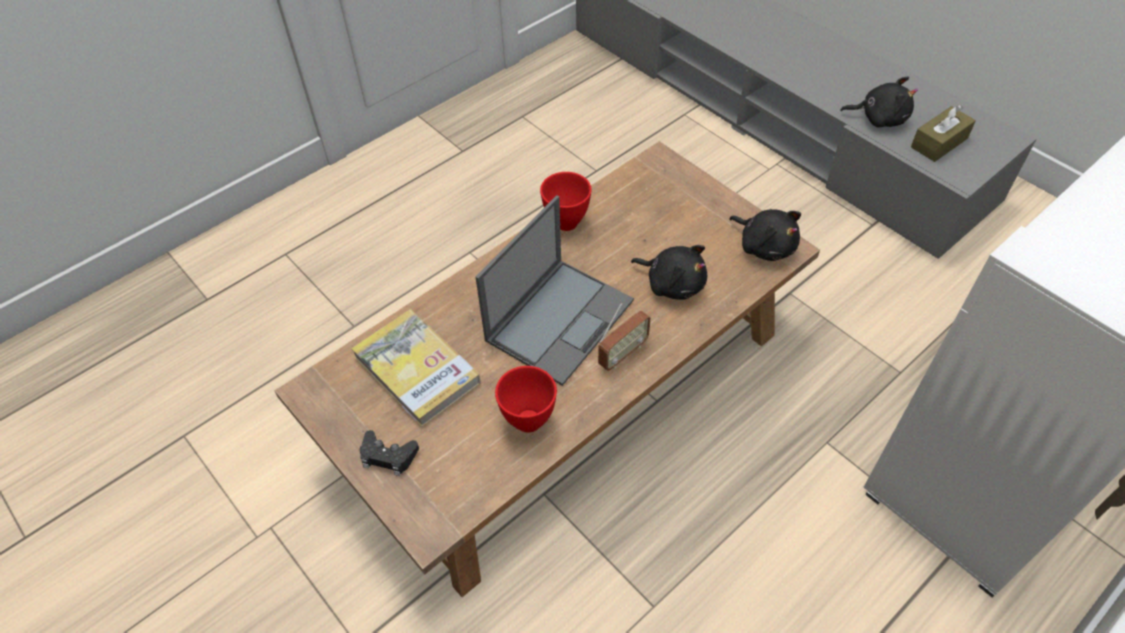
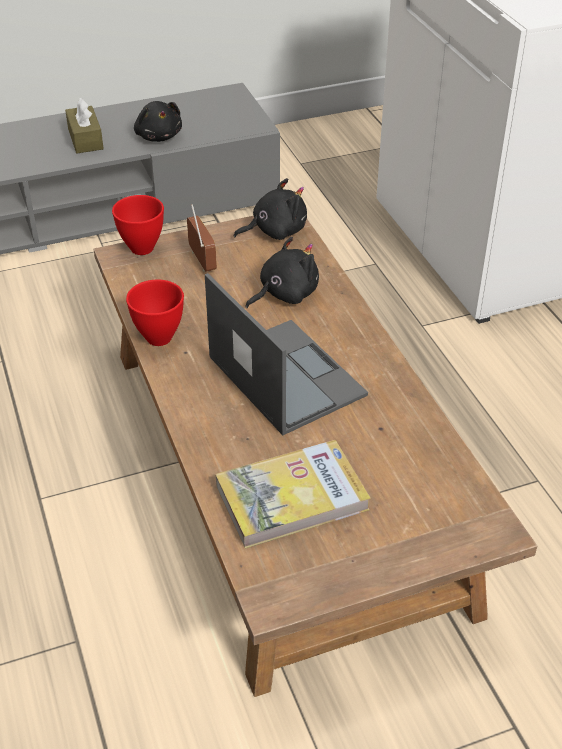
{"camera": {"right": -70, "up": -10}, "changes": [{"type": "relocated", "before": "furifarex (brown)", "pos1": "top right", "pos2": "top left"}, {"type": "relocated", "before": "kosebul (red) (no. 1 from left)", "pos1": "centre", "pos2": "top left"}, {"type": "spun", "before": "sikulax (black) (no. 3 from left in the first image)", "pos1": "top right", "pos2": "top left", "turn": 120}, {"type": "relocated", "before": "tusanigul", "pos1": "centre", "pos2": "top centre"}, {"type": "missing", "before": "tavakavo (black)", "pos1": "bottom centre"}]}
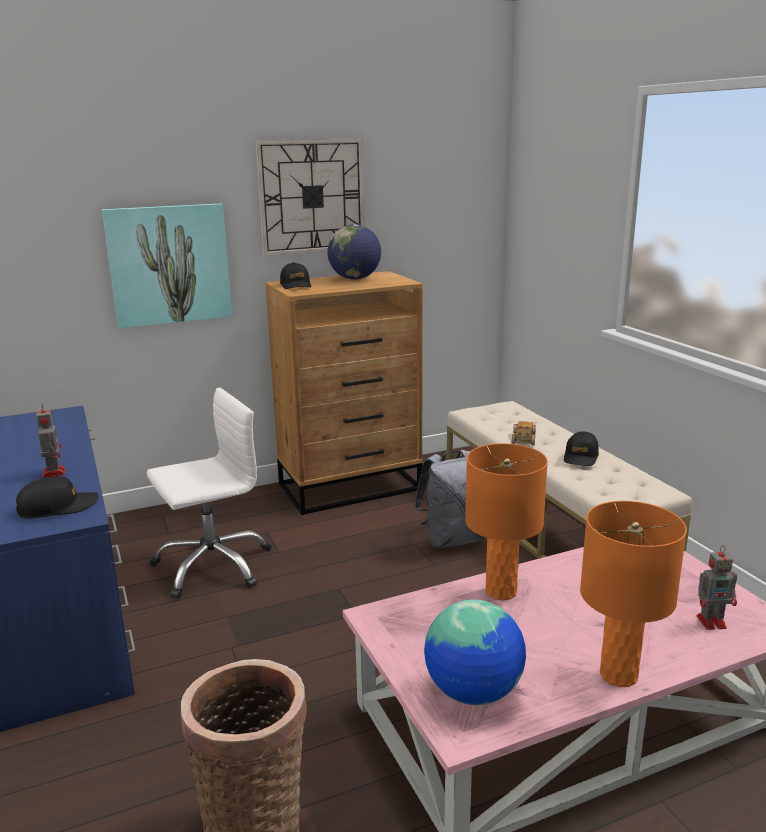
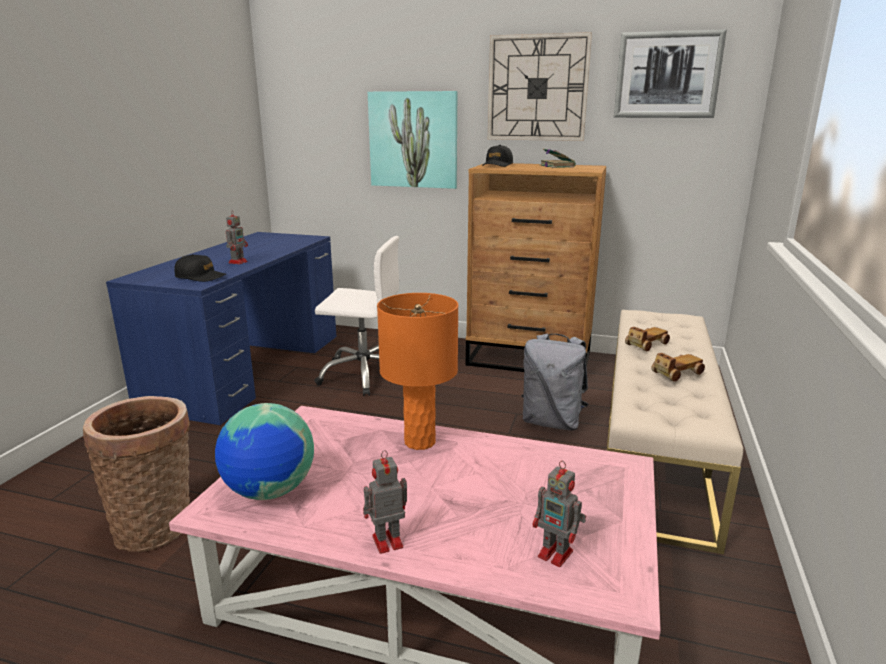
{"camera": {"right": 40, "up": 0}, "changes": [{"type": "exchanged", "before": "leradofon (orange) (no. 2 from left)", "after": "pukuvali (no. 2 from left)", "pos1": "bottom right", "pos2": "bottom centre"}, {"type": "exchanged", "before": "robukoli (no. 1 from left)", "after": "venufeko", "pos1": "top centre", "pos2": "top centre"}, {"type": "appeared", "after": "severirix (no. 2 from left)", "pos2": "top right"}, {"type": "exchanged", "before": "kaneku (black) (no. 3 from left)", "after": "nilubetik (no. 2 from left)", "pos1": "middle right", "pos2": "middle right"}]}
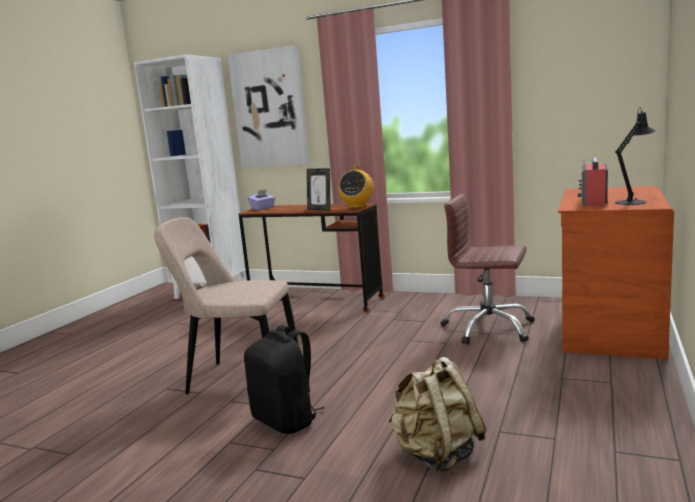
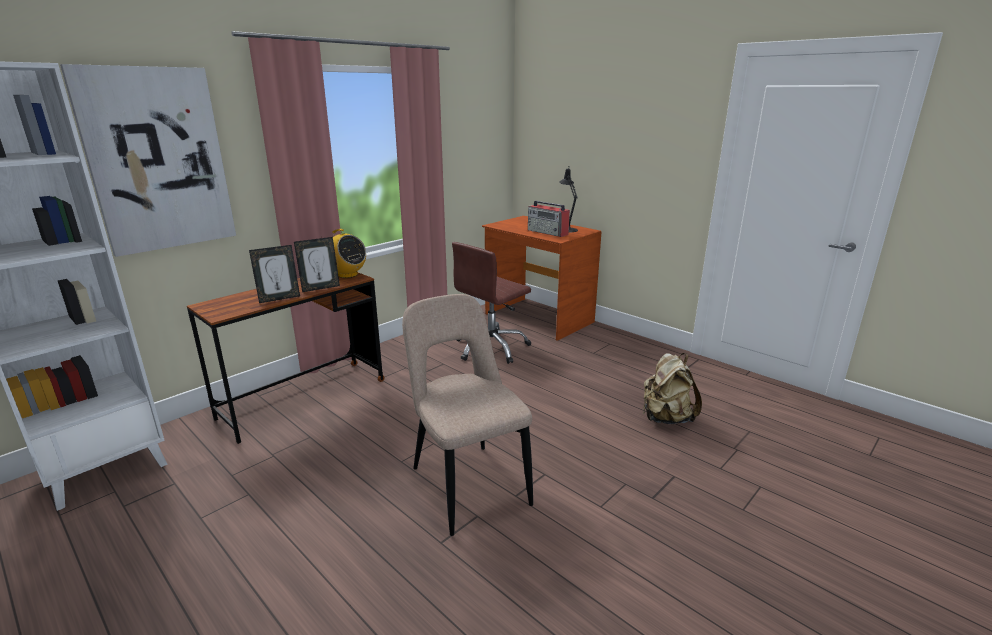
{"camera": {"right": -70, "up": 10}, "changes": [{"type": "appeared", "after": "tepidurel (no. 1 from left)", "pos2": "middle left"}, {"type": "spun", "before": "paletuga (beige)", "pos1": "middle left", "pos2": "centre", "turn": 120}, {"type": "missing", "before": "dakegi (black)", "pos1": "bottom centre"}, {"type": "missing", "before": "furifarex (purple)", "pos1": "centre"}]}
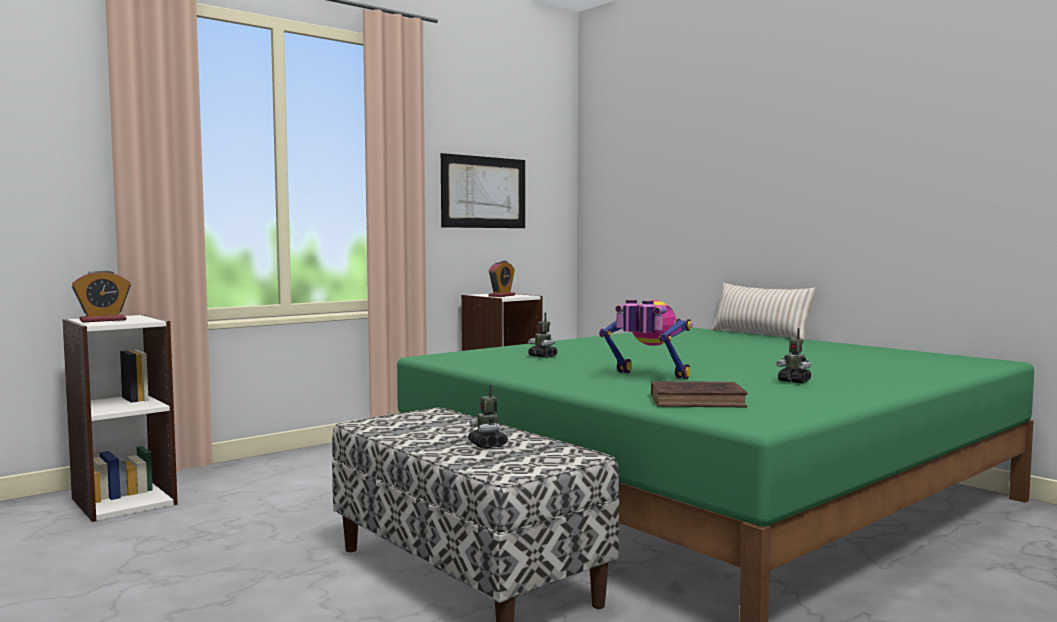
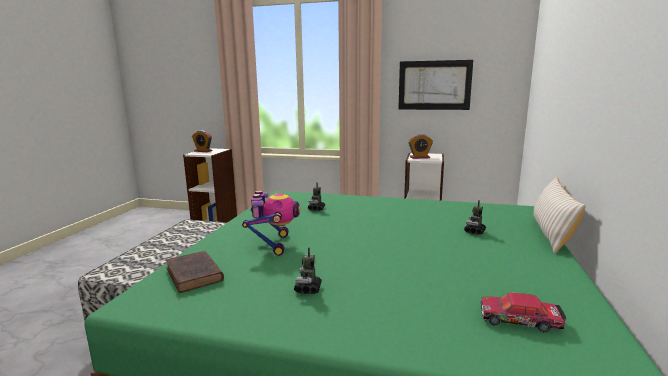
{"camera": {"right": 55, "up": 10}, "changes": [{"type": "relocated", "before": "pukuvali (no. 1 from left in the first image)", "after": "pukuvali (no. 4 from left)", "pos1": "bottom centre", "pos2": "middle right"}, {"type": "appeared", "after": "nilubetik", "pos2": "bottom right"}]}
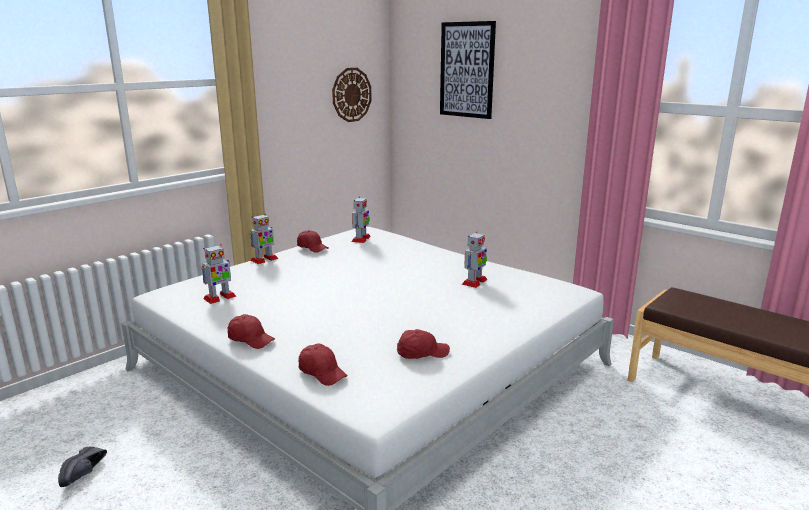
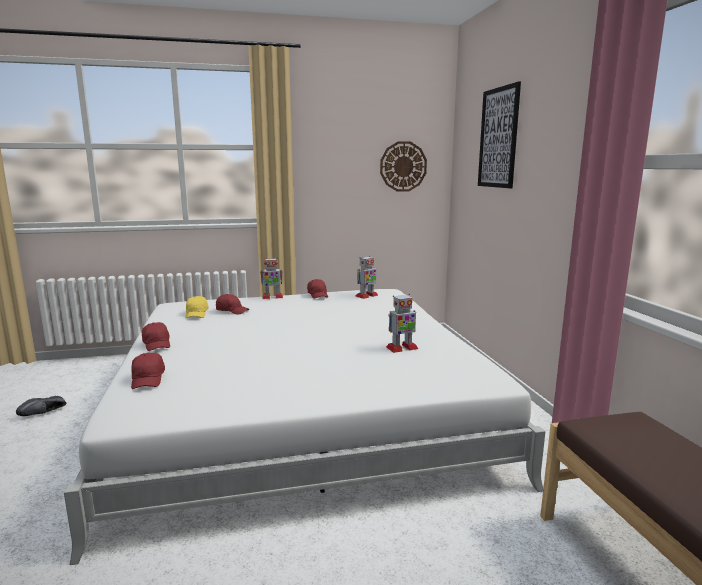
{"camera": {"right": 35, "up": -5}, "changes": [{"type": "exchanged", "before": "pukuvali (no. 1 from left)", "after": "kaneku (yellow)", "pos1": "middle left", "pos2": "middle left"}, {"type": "relocated", "before": "kaneku (red) (no. 4 from left in the first image)", "after": "kaneku (red) (no. 3 from left)", "pos1": "bottom centre", "pos2": "middle left"}]}
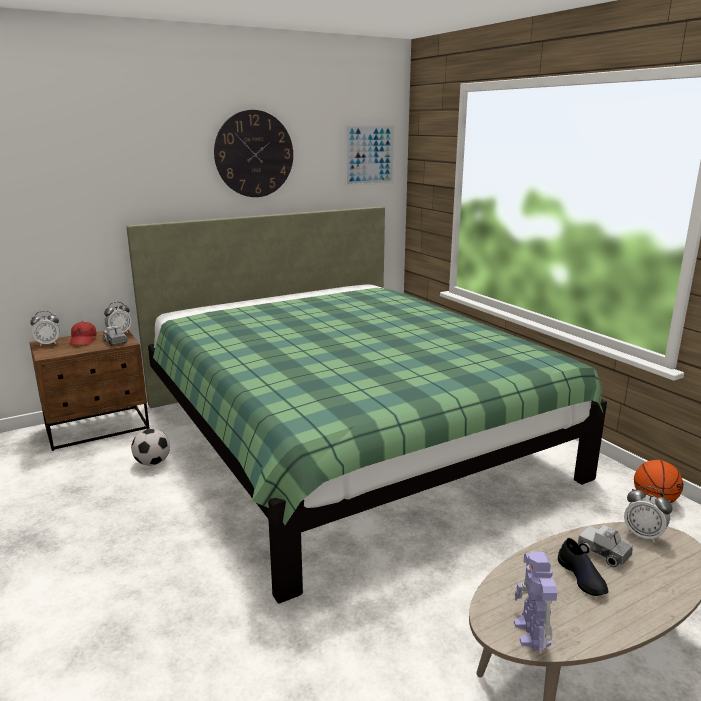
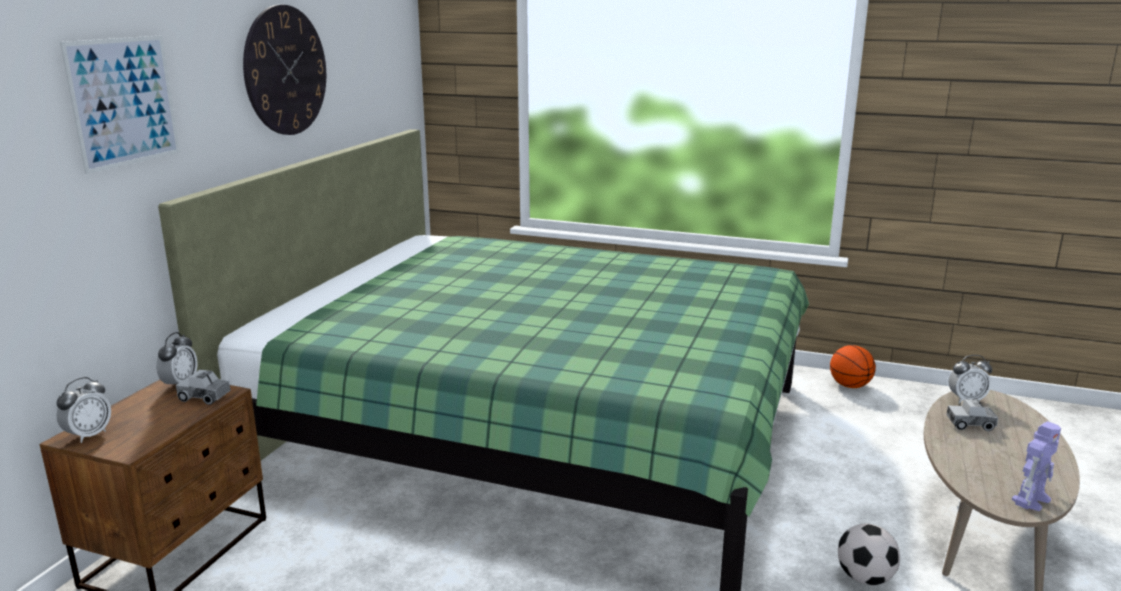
{"camera": {"right": -40, "up": 0}, "changes": [{"type": "relocated", "before": "severirix", "pos1": "top centre", "pos2": "top left"}, {"type": "relocated", "before": "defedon", "pos1": "middle left", "pos2": "bottom right"}, {"type": "spun", "before": "pukuvali", "pos1": "bottom right", "pos2": "bottom right", "turn": -90}, {"type": "missing", "before": "kaneku (red)", "pos1": "middle left"}, {"type": "missing", "before": "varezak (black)", "pos1": "bottom right"}]}
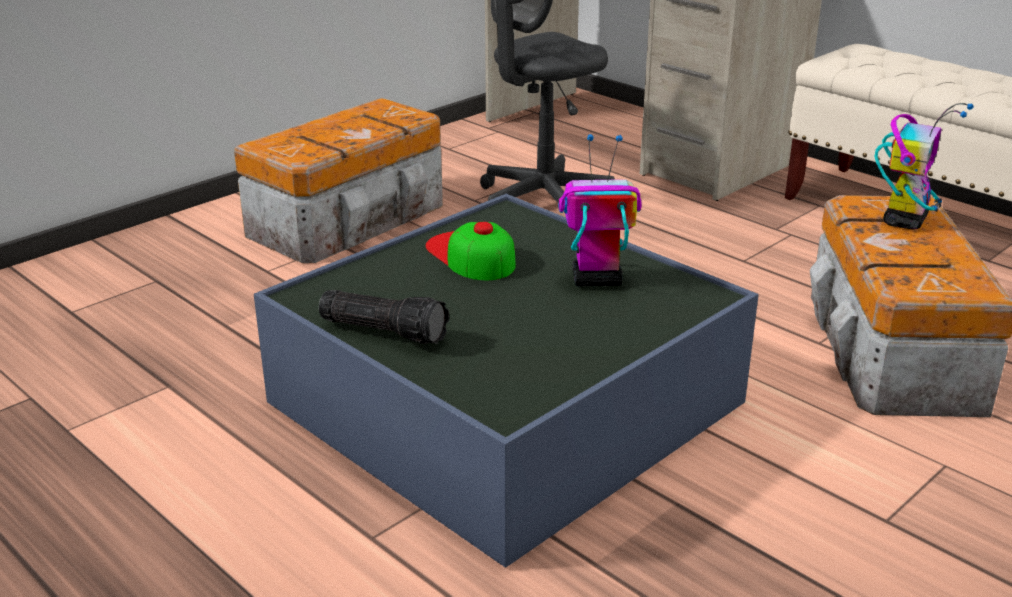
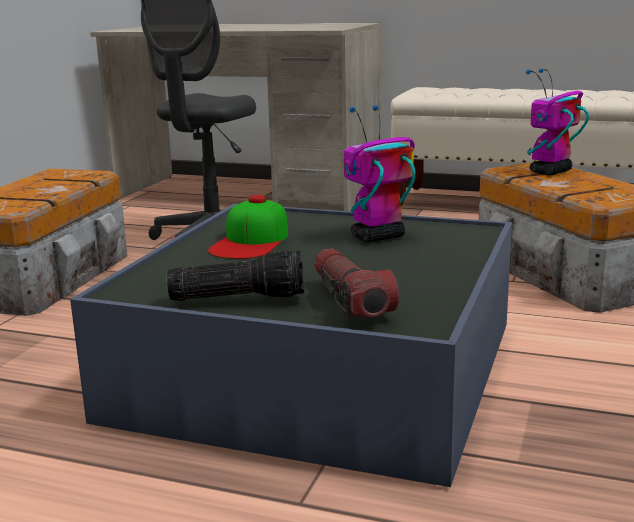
{"camera": {"right": -25, "up": -10}, "changes": [{"type": "spun", "before": "kaneku", "pos1": "centre", "pos2": "centre", "turn": -105}, {"type": "appeared", "after": "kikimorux (no. 2 from left)", "pos2": "centre"}, {"type": "spun", "before": "pukuvali (no. 2 from left)", "pos1": "top right", "pos2": "top right", "turn": -135}]}
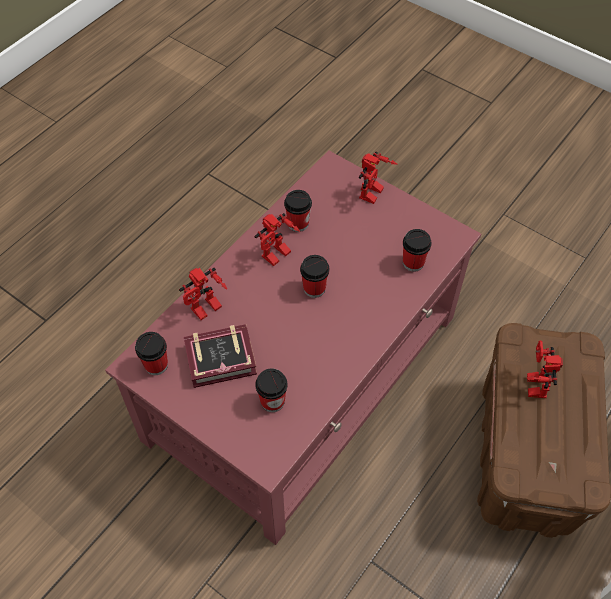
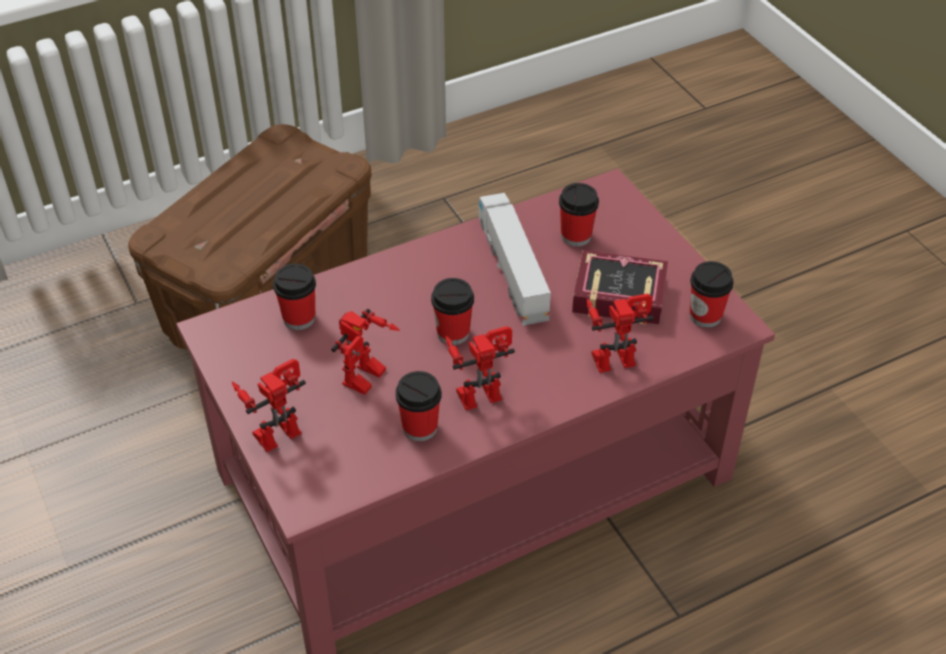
{"camera": {"right": -155, "up": -10}, "changes": [{"type": "relocated", "before": "pukuvali (no. 4 from left in the first image)", "after": "pukuvali (no. 2 from left)", "pos1": "middle right", "pos2": "centre"}, {"type": "appeared", "after": "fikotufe", "pos2": "centre"}]}
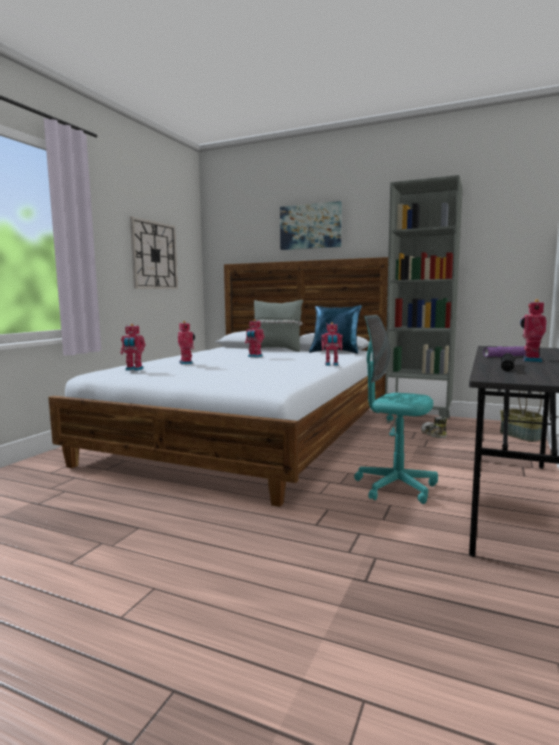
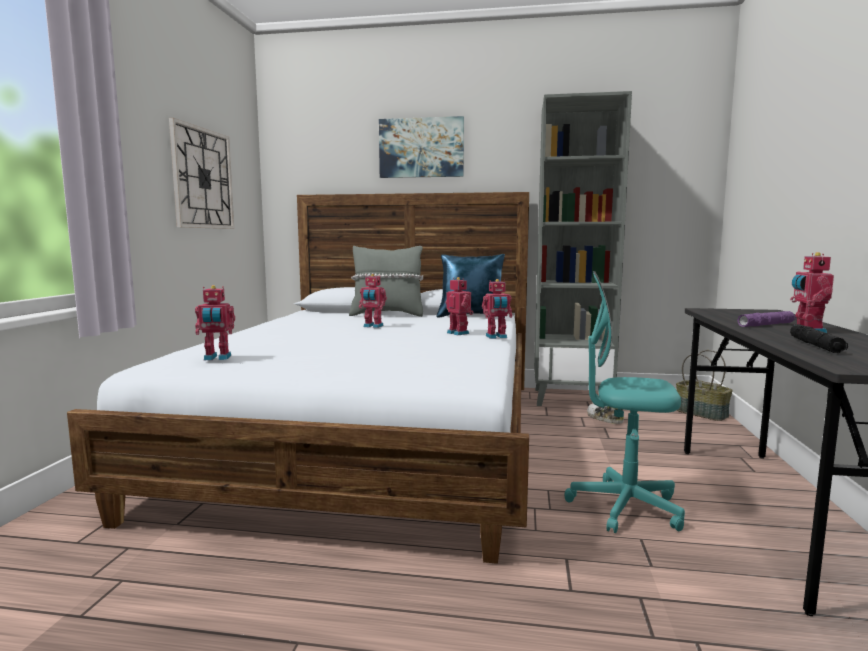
{"camera": {"right": -15, "up": 0}, "changes": [{"type": "relocated", "before": "pukuvali (no. 2 from left in the first image)", "after": "pukuvali (no. 3 from left)", "pos1": "middle left", "pos2": "centre"}]}
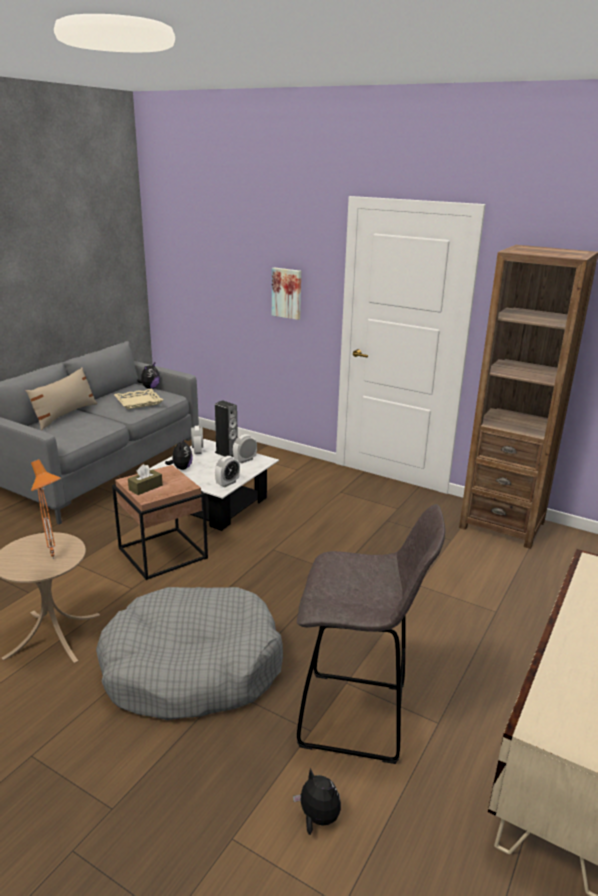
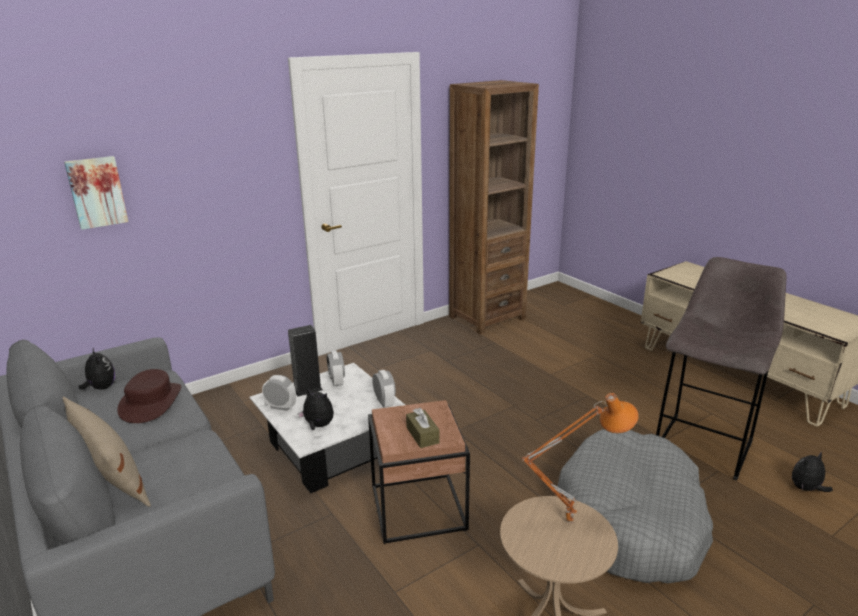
{"camera": {"right": -65, "up": 0}, "changes": [{"type": "relocated", "before": "severirix", "pos1": "top centre", "pos2": "top left"}, {"type": "exchanged", "before": "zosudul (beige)", "after": "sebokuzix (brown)", "pos1": "middle left", "pos2": "middle left"}]}
